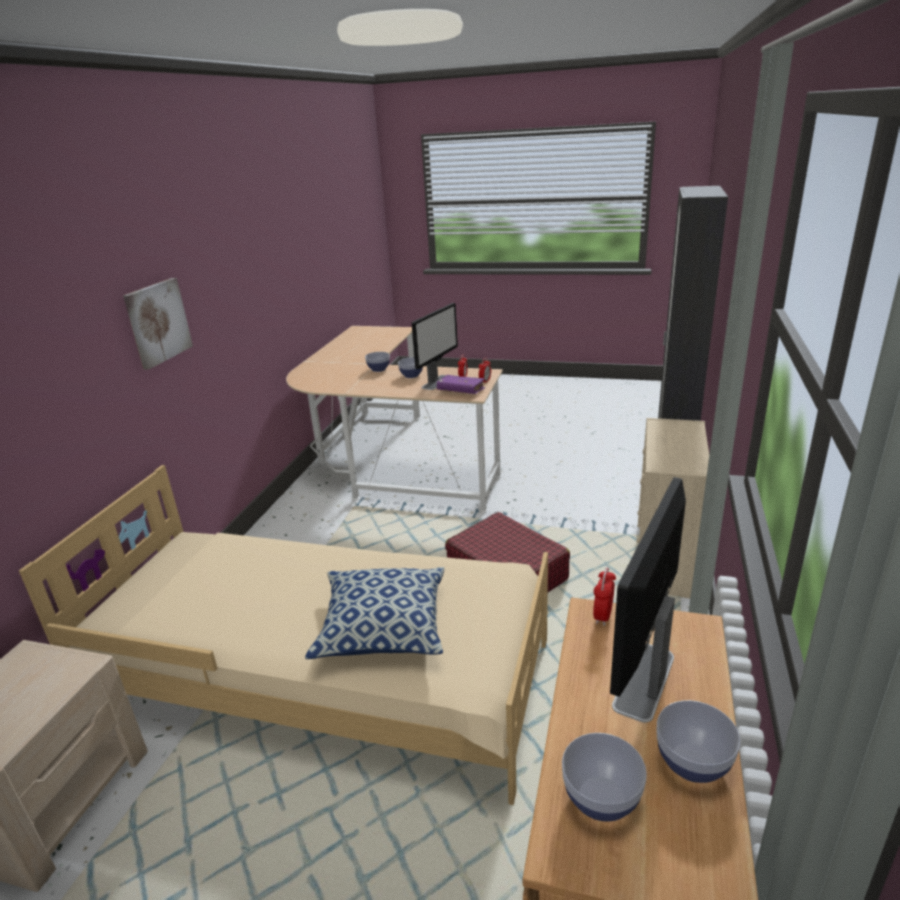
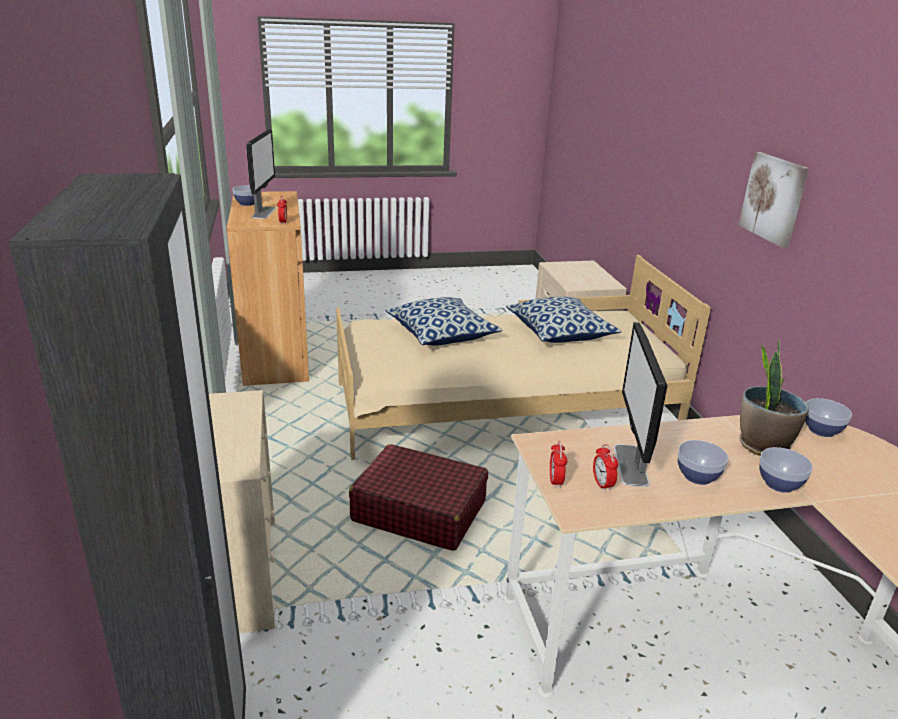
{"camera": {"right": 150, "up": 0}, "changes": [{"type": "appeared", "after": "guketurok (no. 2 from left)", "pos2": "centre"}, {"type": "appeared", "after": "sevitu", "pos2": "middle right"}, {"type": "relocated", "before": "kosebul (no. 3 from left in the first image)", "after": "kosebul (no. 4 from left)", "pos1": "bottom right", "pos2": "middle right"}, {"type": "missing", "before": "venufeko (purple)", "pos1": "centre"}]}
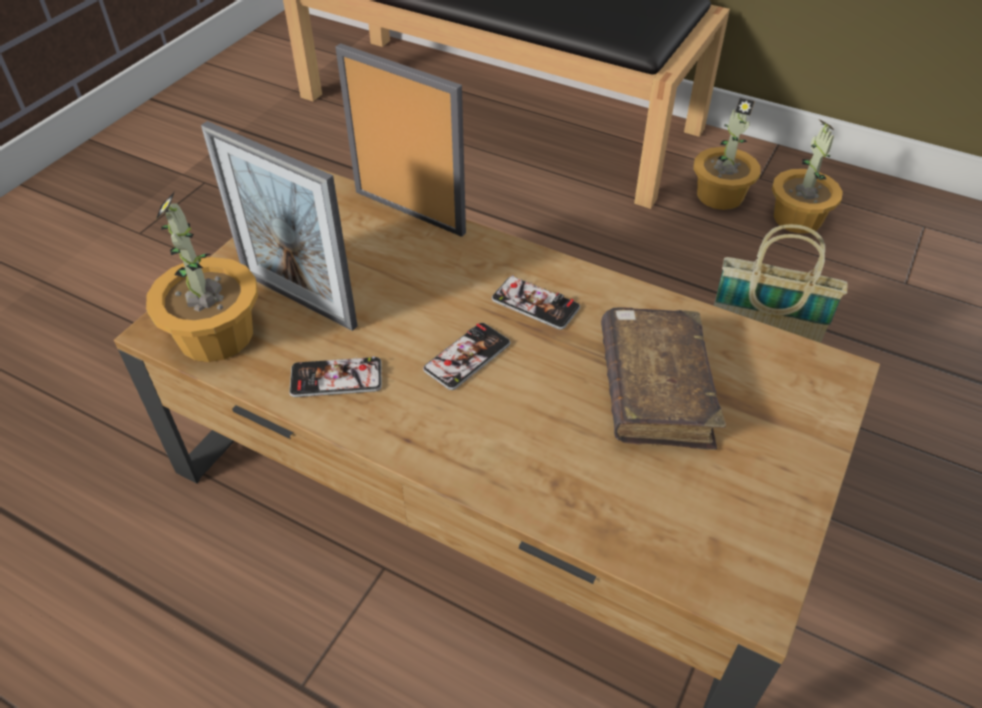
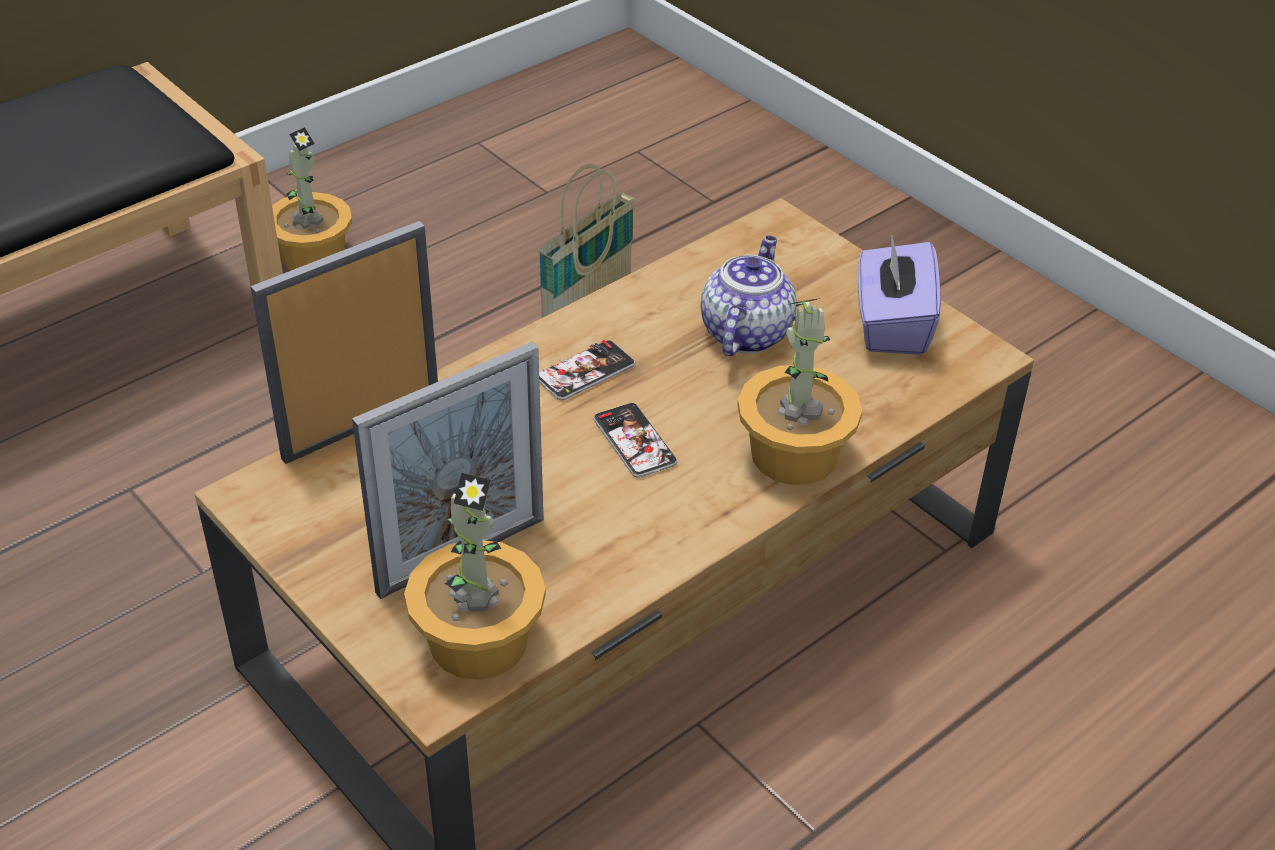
{"camera": {"right": -70, "up": -5}, "changes": [{"type": "exchanged", "before": "venufeko (brown)", "after": "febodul", "pos1": "middle right", "pos2": "centre"}, {"type": "relocated", "before": "sevitu (no. 3 from left)", "pos1": "top right", "pos2": "centre"}, {"type": "appeared", "after": "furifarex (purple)", "pos2": "middle right"}, {"type": "missing", "before": "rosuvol (no. 1 from left)", "pos1": "centre"}]}
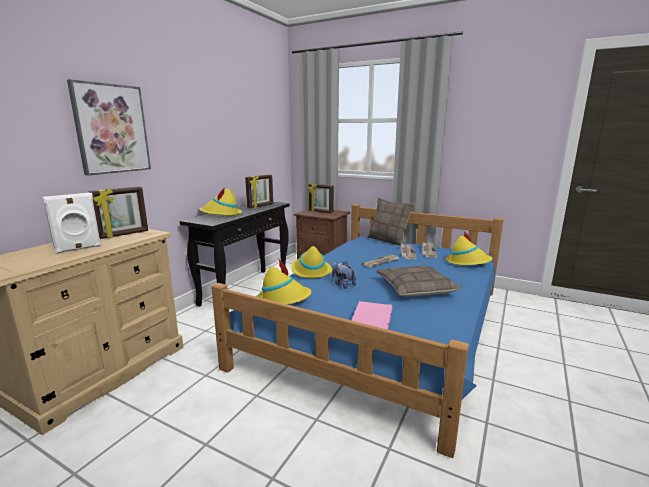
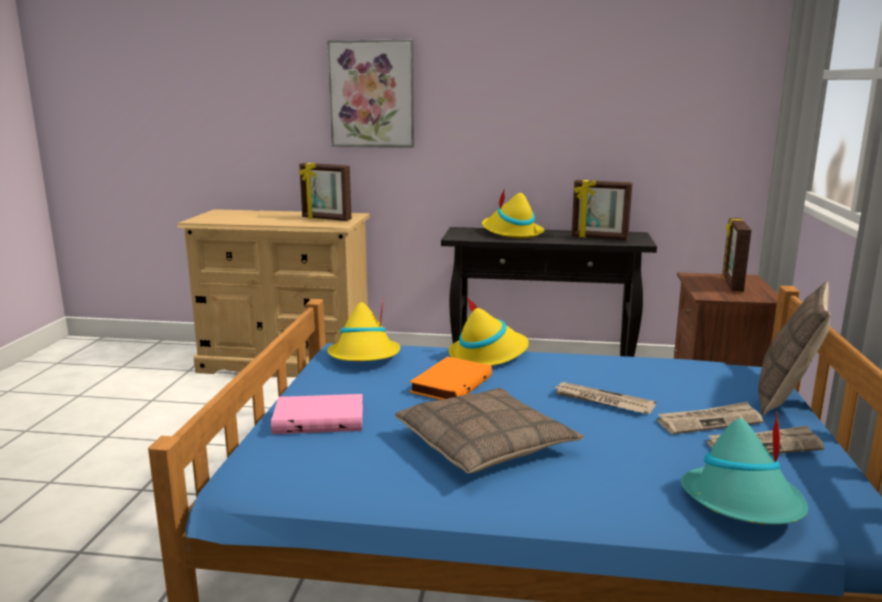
{"camera": {"right": 70, "up": 0}, "changes": [{"type": "exchanged", "before": "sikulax", "after": "venufeko (orange)", "pos1": "centre", "pos2": "centre"}, {"type": "colour", "before": "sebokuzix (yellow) (no. 4 from left)", "after": "sebokuzix (turquoise)", "pos1": "middle right", "pos2": "bottom right"}, {"type": "missing", "before": "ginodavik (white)", "pos1": "middle left"}]}
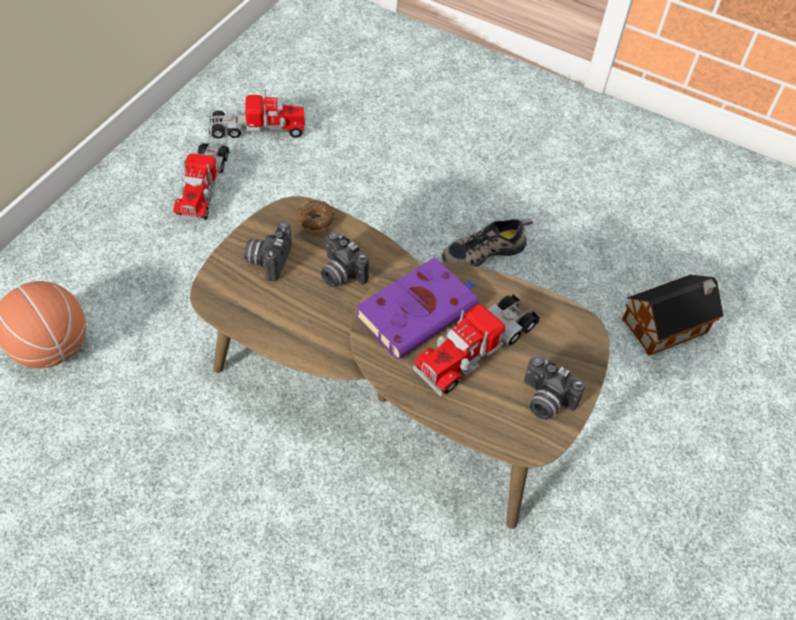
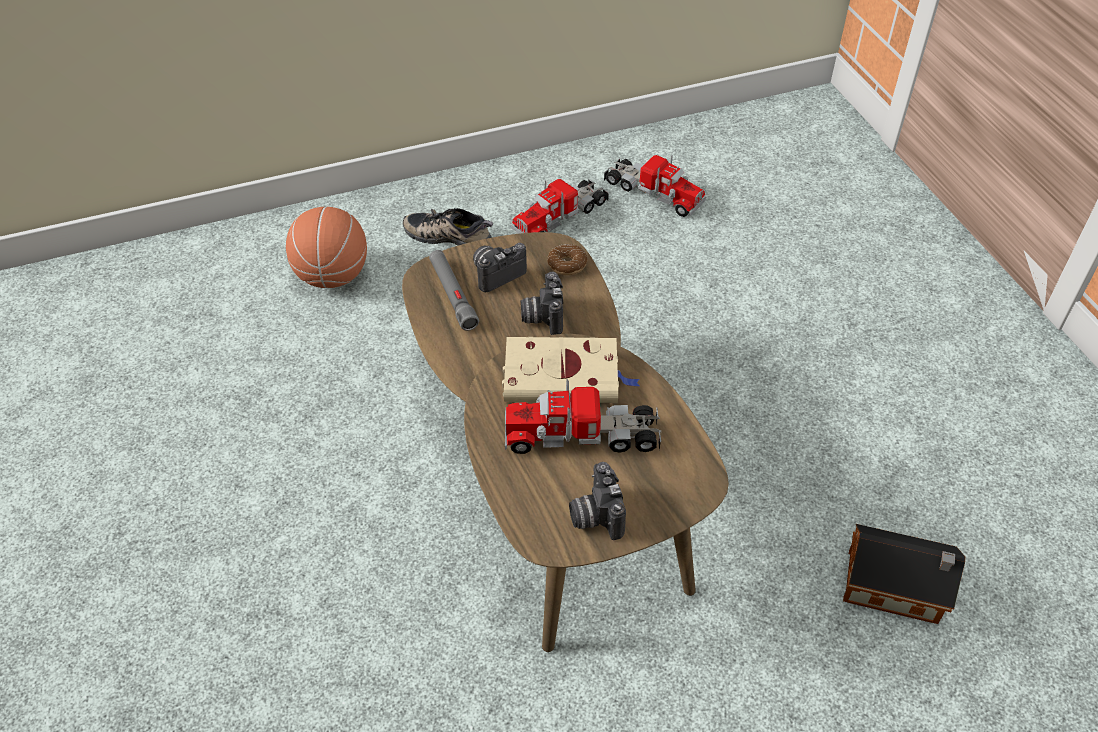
{"camera": {"right": 45, "up": -5}, "changes": [{"type": "relocated", "before": "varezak", "pos1": "centre", "pos2": "top centre"}, {"type": "appeared", "after": "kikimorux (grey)", "pos2": "centre"}, {"type": "colour", "before": "venufeko (purple)", "after": "venufeko (beige)", "pos1": "centre", "pos2": "centre"}]}
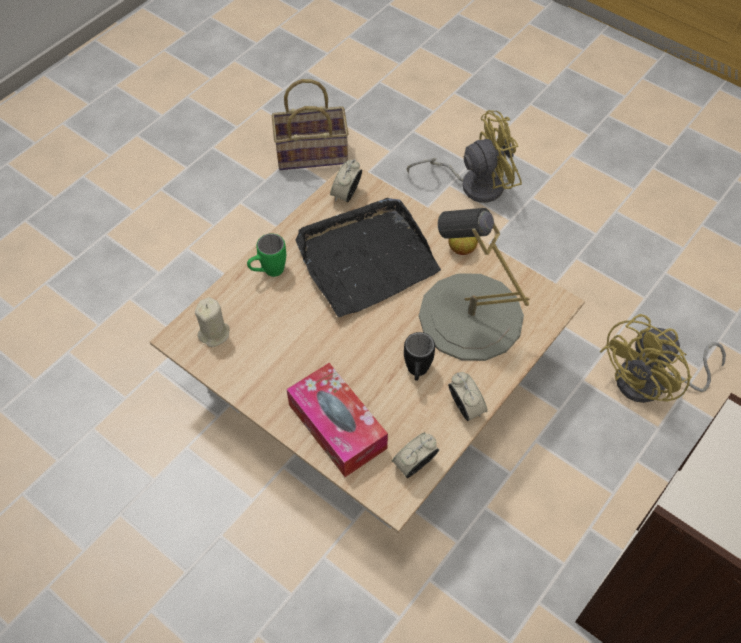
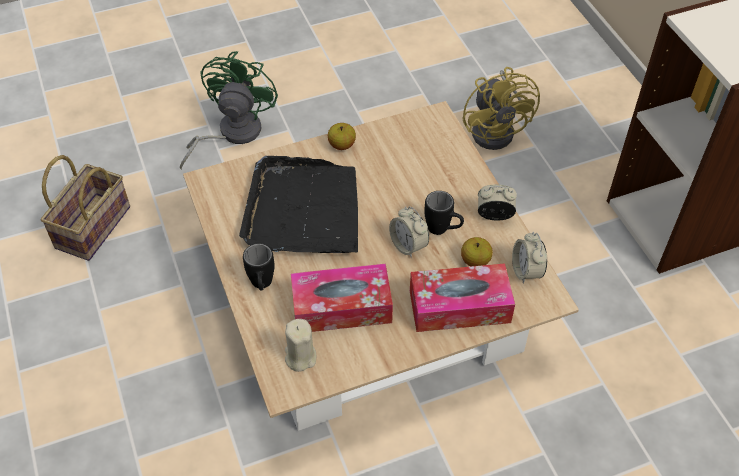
{"camera": {"right": -60, "up": -5}, "changes": [{"type": "colour", "before": "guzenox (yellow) (no. 1 from left)", "after": "guzenox (green)", "pos1": "top centre", "pos2": "top left"}, {"type": "colour", "before": "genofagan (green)", "after": "genofagan (black) (no. 1 from left)", "pos1": "centre", "pos2": "centre"}, {"type": "appeared", "after": "furifarex (no. 1 from left)", "pos2": "centre"}, {"type": "relocated", "before": "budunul (no. 1 from left)", "pos1": "top centre", "pos2": "centre"}, {"type": "appeared", "after": "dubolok (no. 2 from left)", "pos2": "centre"}, {"type": "missing", "before": "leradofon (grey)", "pos1": "centre"}]}
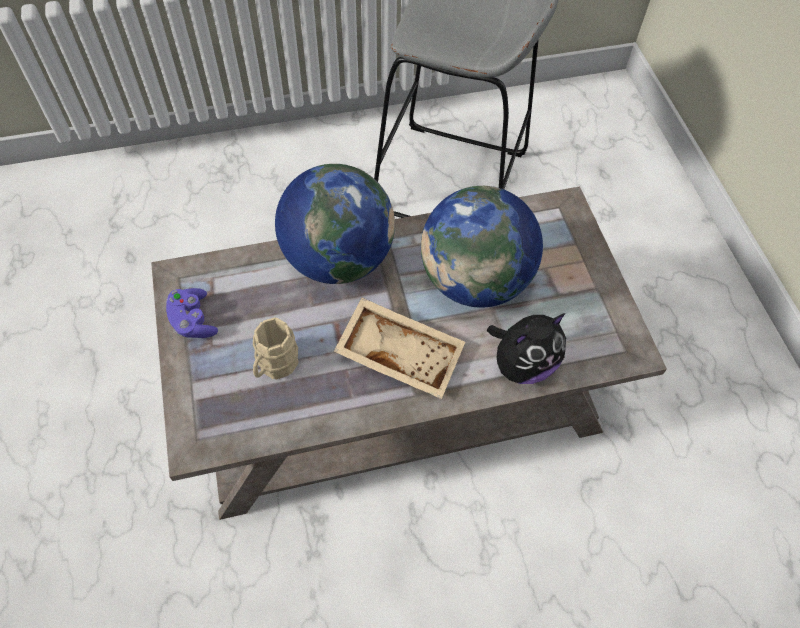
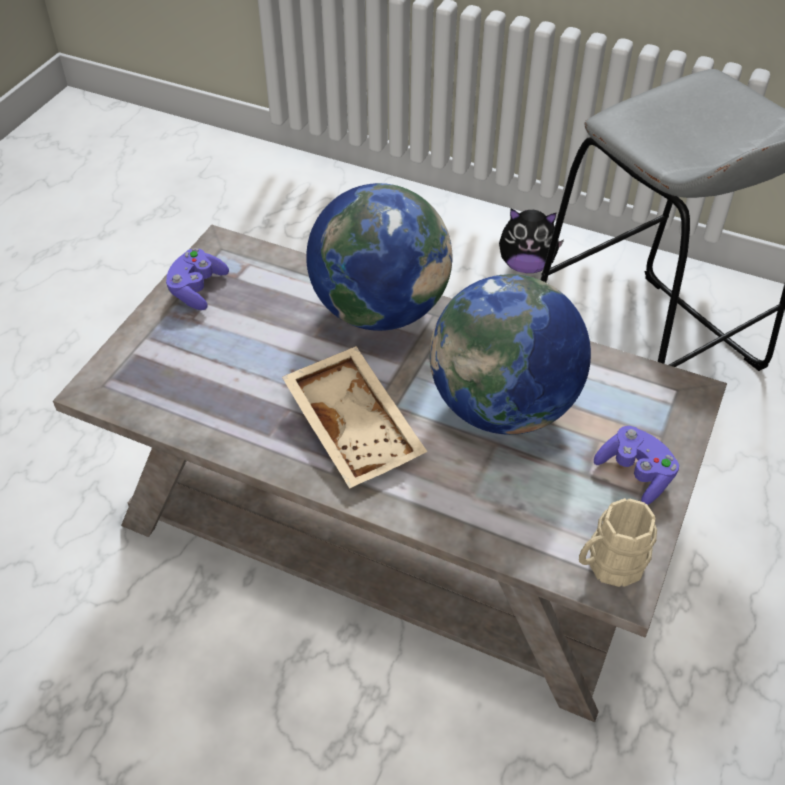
{"camera": {"right": 40, "up": -10}, "changes": [{"type": "relocated", "before": "sikulax", "pos1": "centre", "pos2": "top right"}, {"type": "relocated", "before": "genofagan (beige)", "pos1": "centre", "pos2": "bottom right"}, {"type": "appeared", "after": "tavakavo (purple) (no. 2 from left)", "pos2": "middle right"}]}
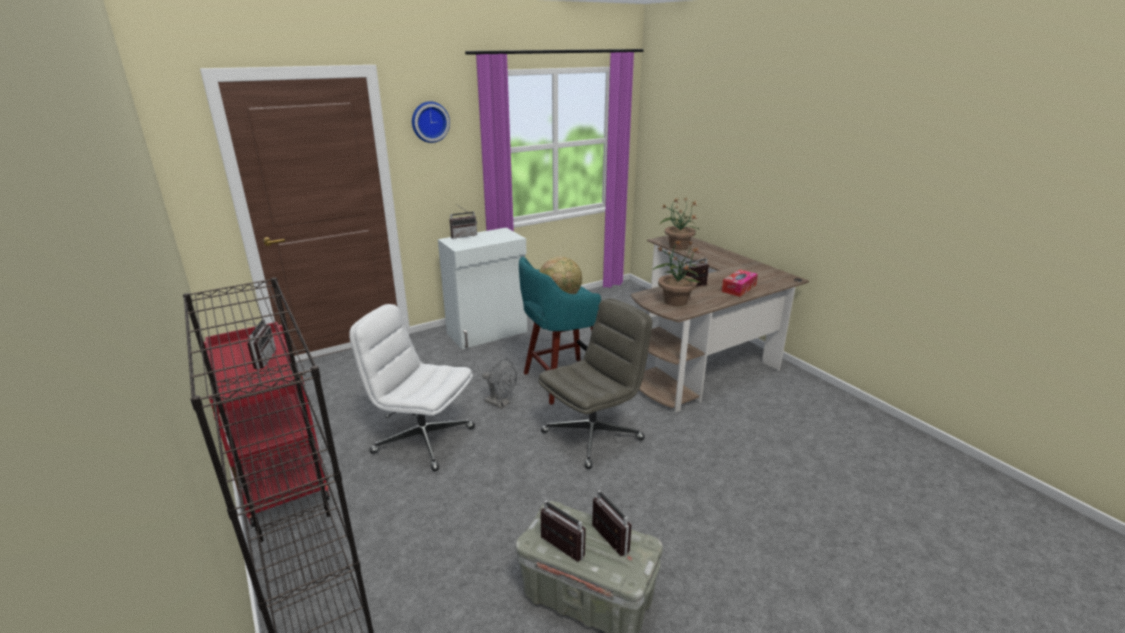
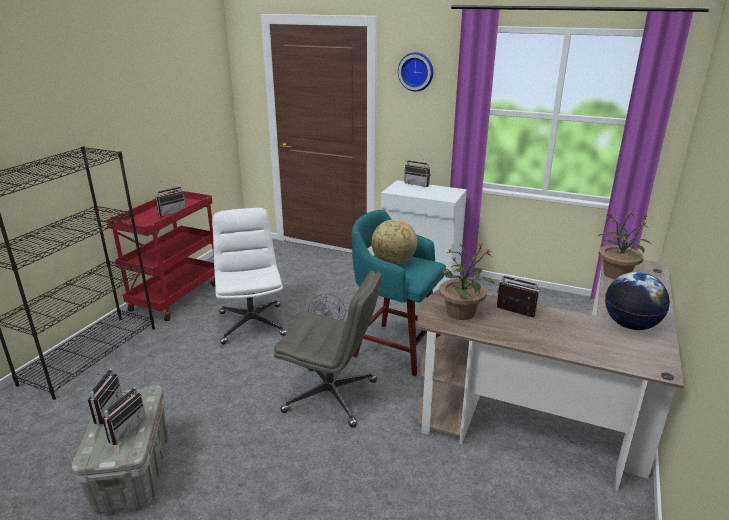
{"camera": {"right": 55, "up": 0}, "changes": [{"type": "appeared", "after": "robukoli (no. 2 from left)", "pos2": "middle right"}, {"type": "missing", "before": "furifarex", "pos1": "centre"}]}
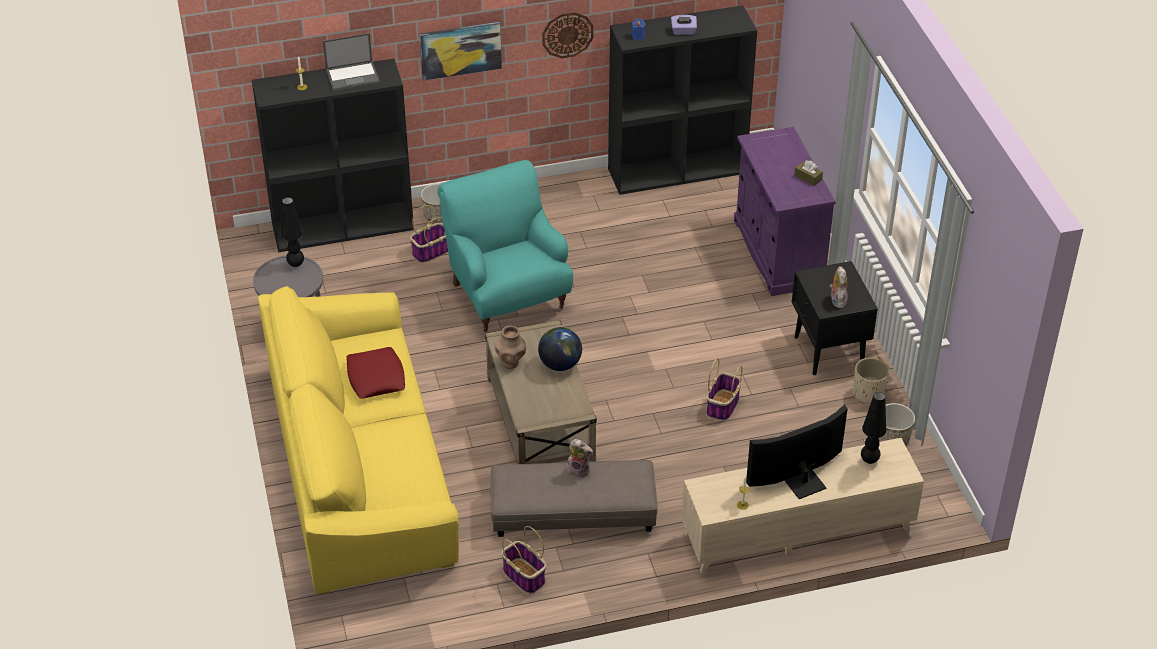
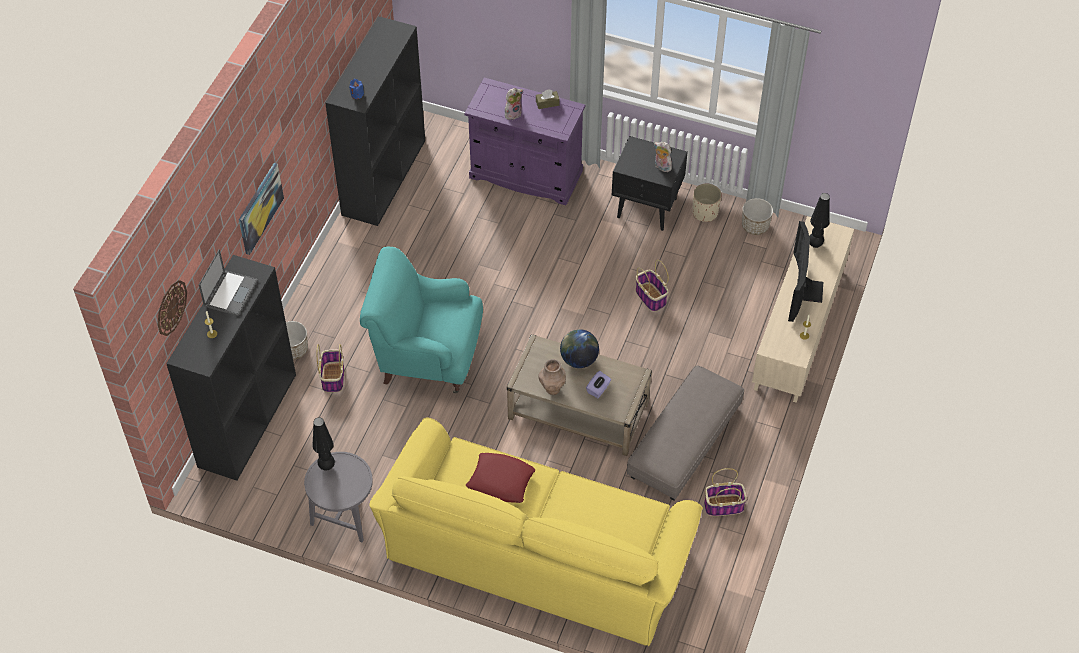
{"camera": {"right": -55, "up": 10}, "changes": [{"type": "relocated", "before": "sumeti", "pos1": "top centre", "pos2": "middle left"}, {"type": "relocated", "before": "sikulax (no. 1 from left)", "pos1": "bottom centre", "pos2": "top centre"}, {"type": "relocated", "before": "furifarex (purple)", "pos1": "top centre", "pos2": "centre"}]}
